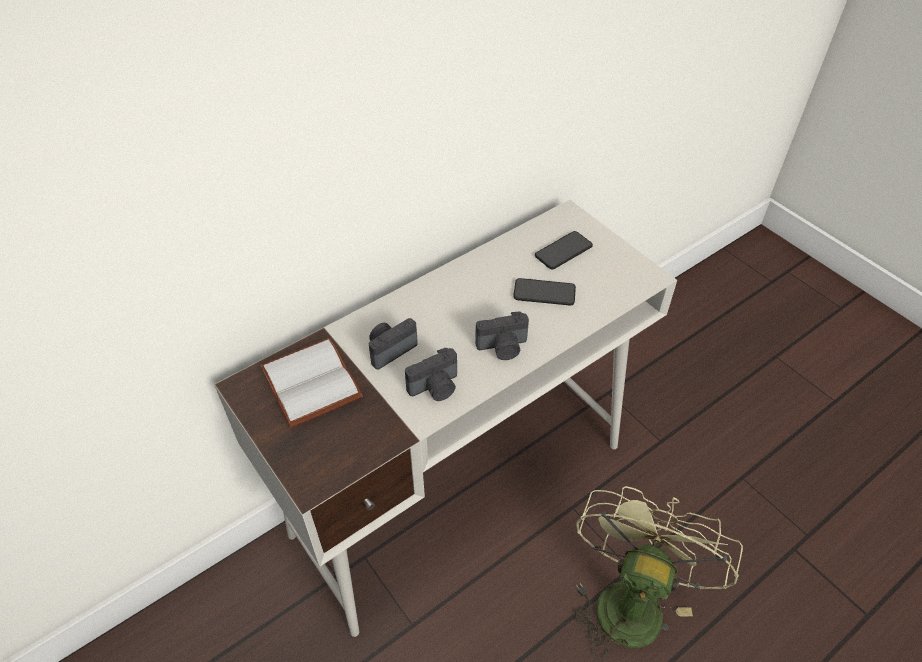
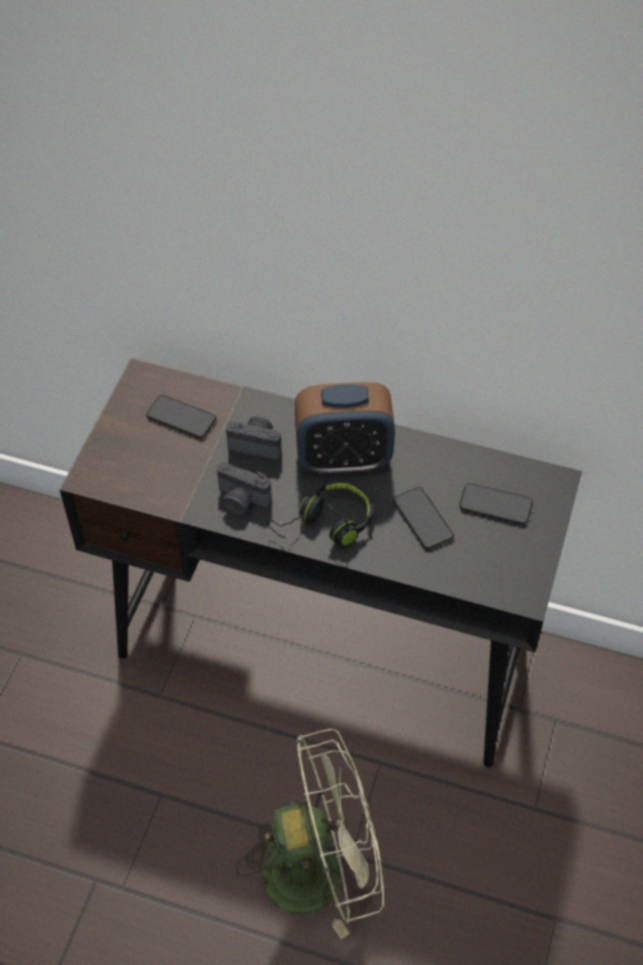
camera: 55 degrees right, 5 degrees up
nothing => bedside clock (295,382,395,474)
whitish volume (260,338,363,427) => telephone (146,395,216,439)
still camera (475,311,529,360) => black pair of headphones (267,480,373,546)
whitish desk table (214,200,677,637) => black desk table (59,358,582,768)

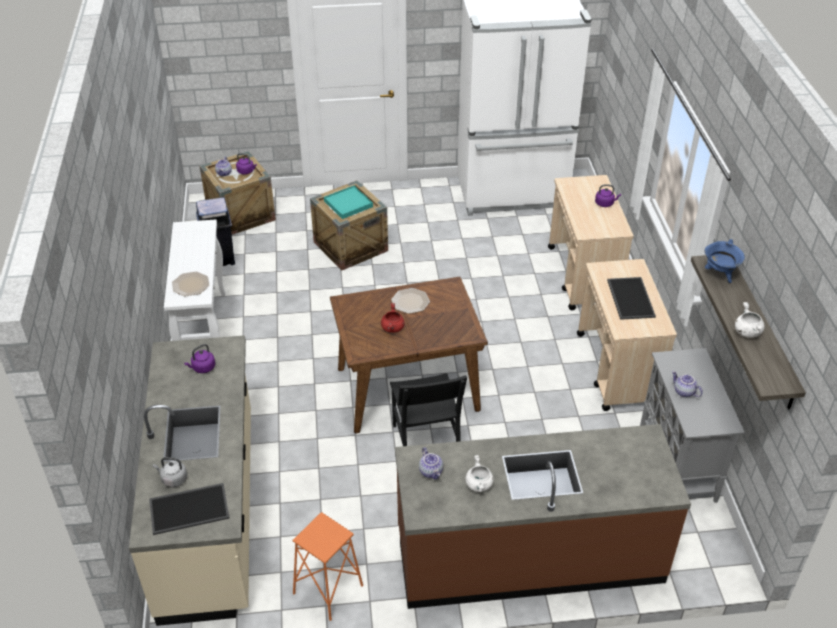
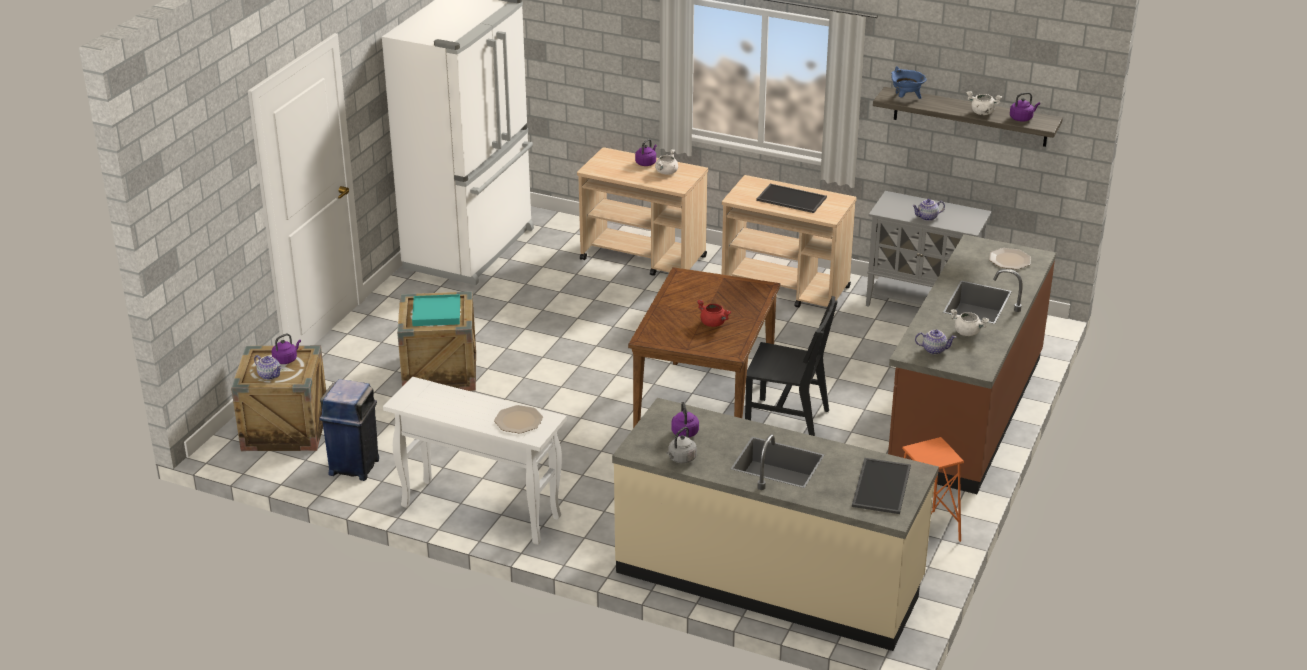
camera: 60 degrees left, 10 degrees down
nothing => whitish cooking pot (655,149,678,175)
nothing => purplish water kettle (1010,92,1040,122)
gray water kettle (153,457,187,487) => gray water kettle (666,427,697,464), moved
plate (391,288,430,314) => plate (989,248,1031,269), moved

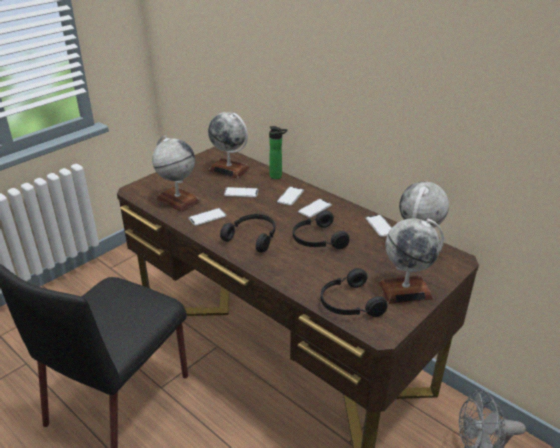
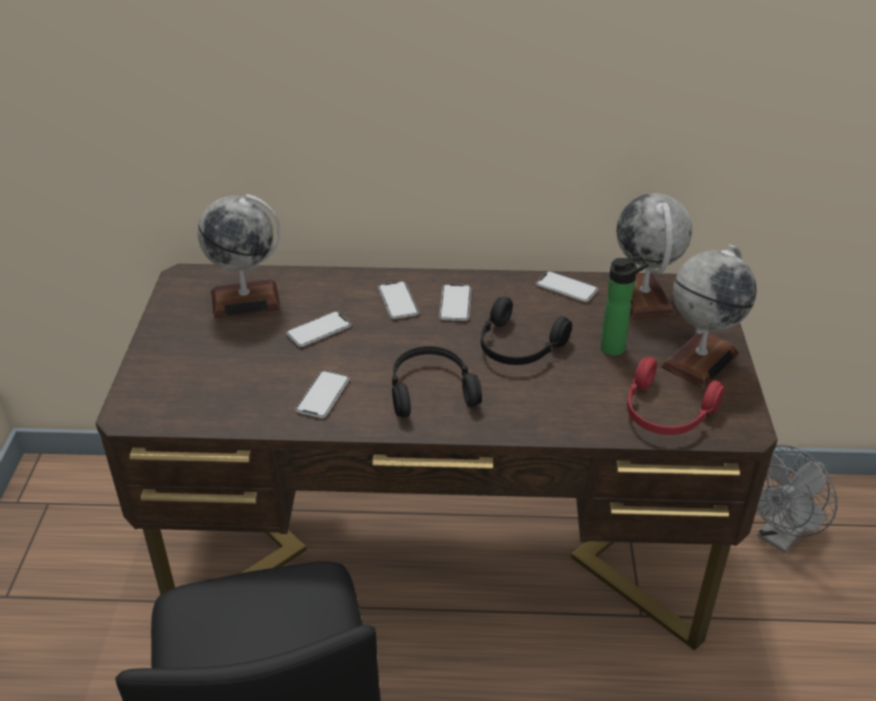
camera: 40 degrees left, 5 degrees up
world globe (152,136,200,212) => nothing
bottle (269,126,288,179) => bottle (601,255,648,356), moved
black pair of headphones (321,268,387,317) => red pair of headphones (627,357,725,435)

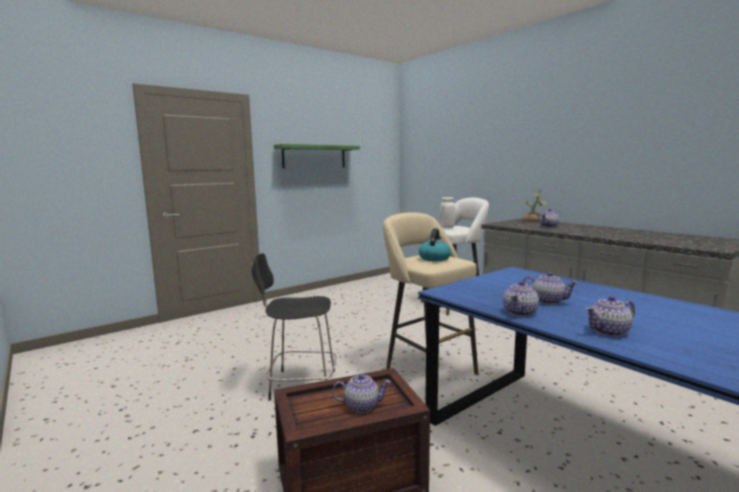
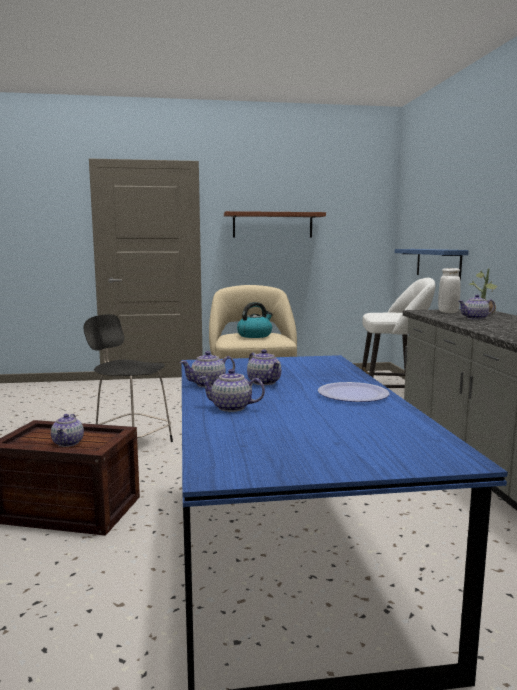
camera: 30 degrees right, 0 degrees up
nothing => plate (318,382,390,402)
nothing => bluish wall shelf (395,249,469,281)
whitish flower vase (439,197,455,228) => whitish flower vase (438,268,461,313), moved
green-coloured wall shelf (274,144,360,168) => brown wall shelf (224,211,326,238)
pot for tea (332,374,391,413) => pot for tea (51,414,84,447), 60 degrees clockwise

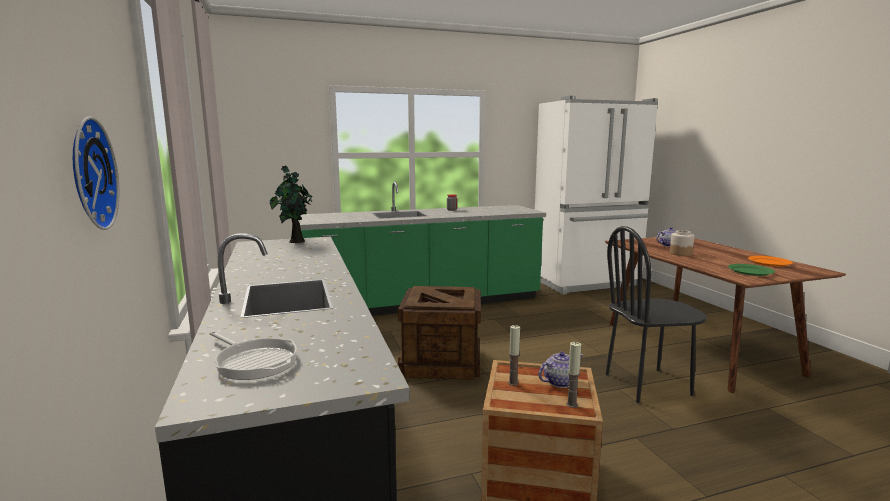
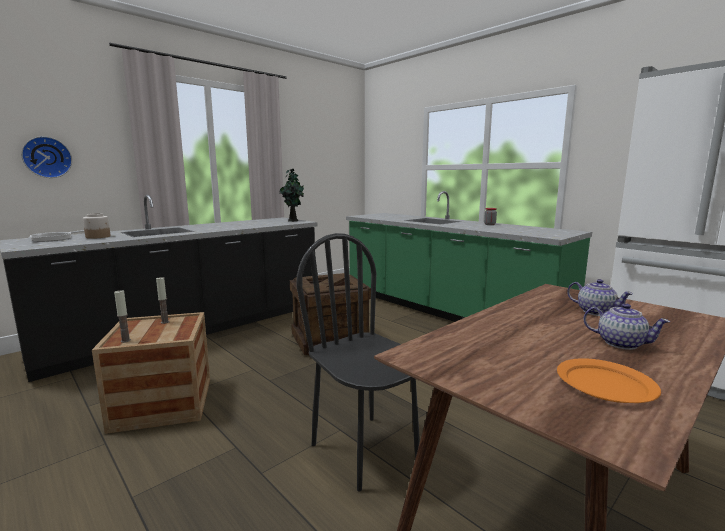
camera: 65 degrees right, 0 degrees up
green-coloured plate (728,264,775,276) => nothing
pot for tea (538,352,583,388) => pot for tea (583,303,670,350), moved
preserve jar (670,230,694,256) => preserve jar (83,213,111,239), moved

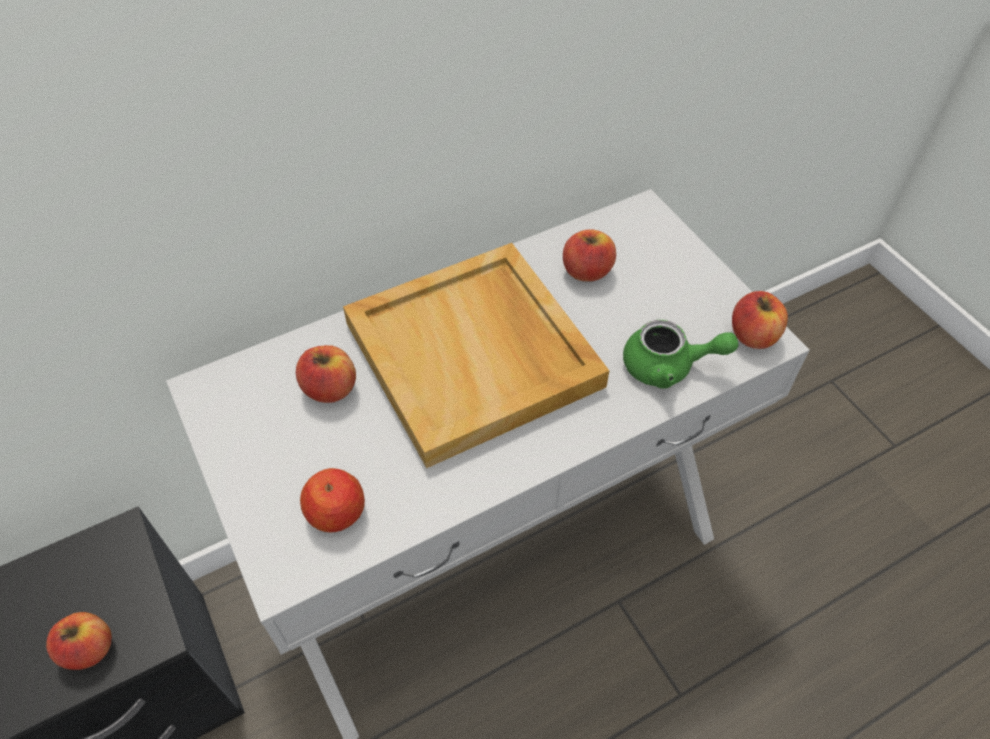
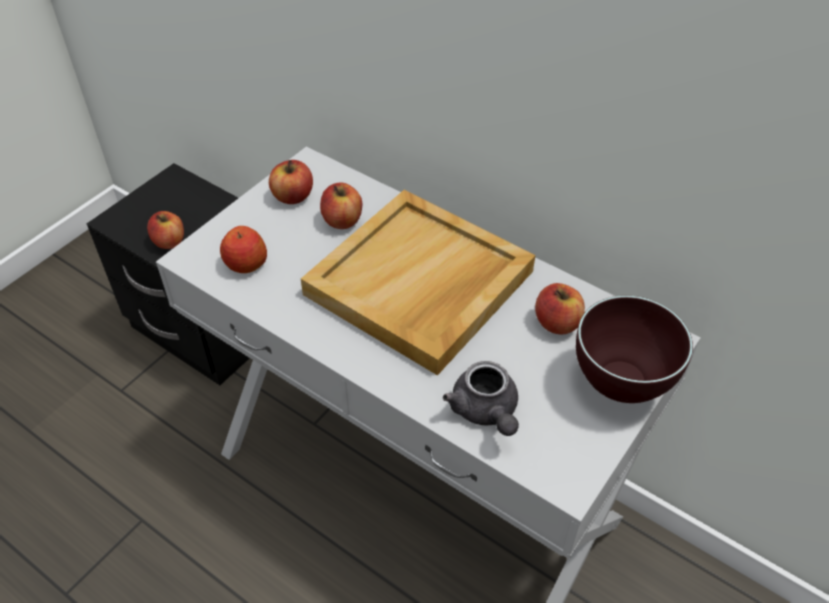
camera: 65 degrees right, 5 degrees down
nothing => brown serving bowl (576,296,693,403)
apple (732,291,788,349) => apple (269,160,313,204), moved
green-coloured pot for tea (623,320,739,388) => gray pot for tea (443,361,519,436)

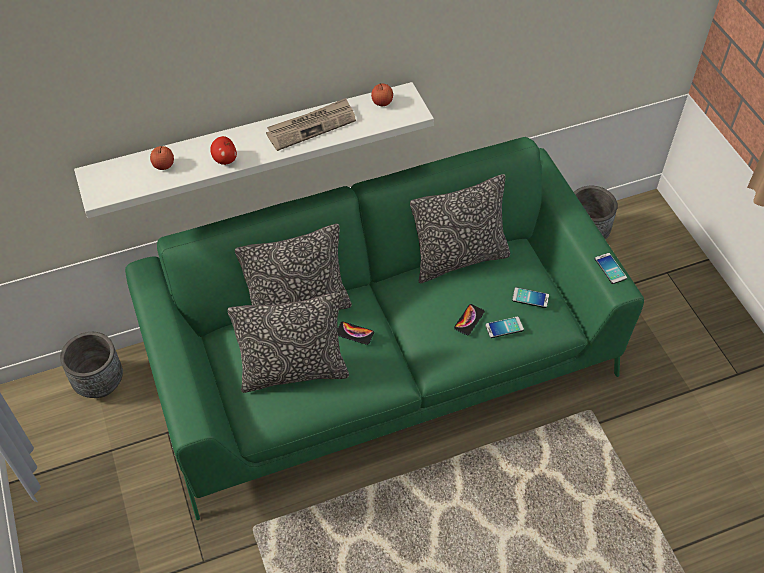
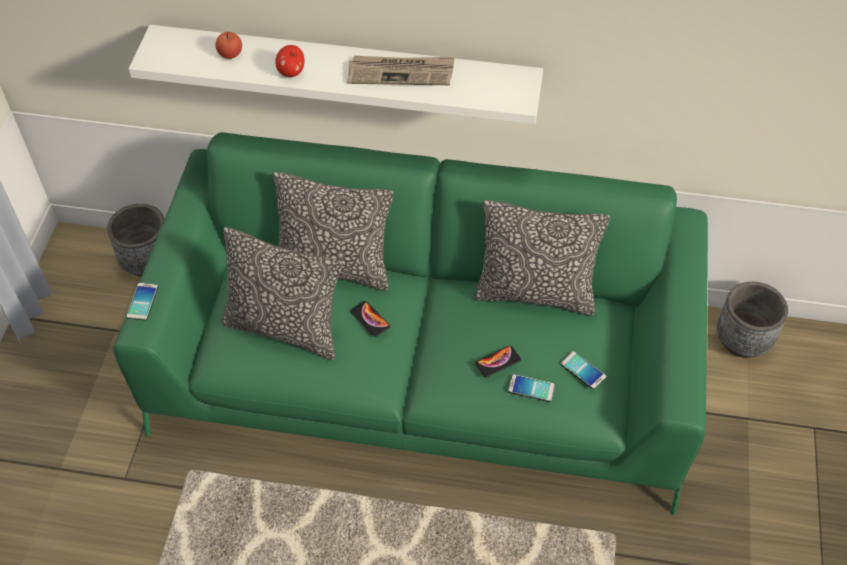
camera: 30 degrees right, 0 degrees up
apple (371,84,393,106) => nothing
telephone (595,253,627,284) => telephone (126,283,158,320), moved

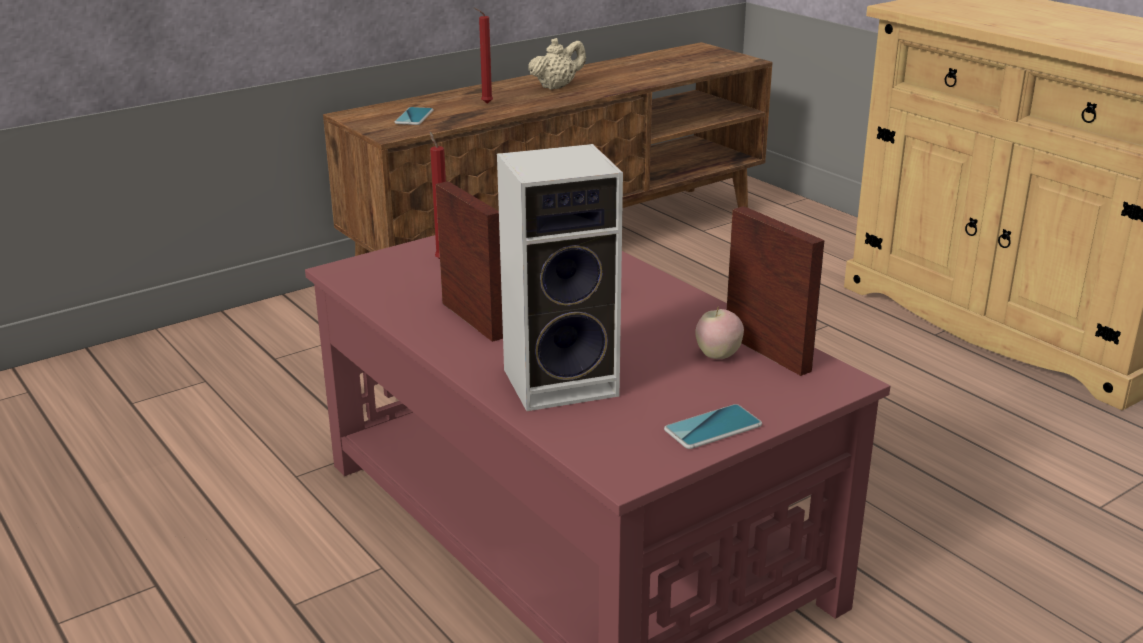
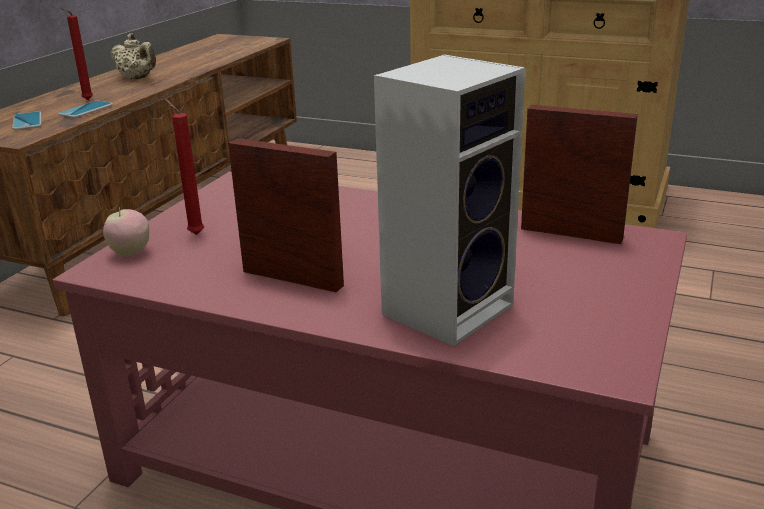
camera: 30 degrees left, 0 degrees up
telephone (664,404,762,449) => telephone (58,101,113,118), moved
apple (695,308,744,359) => apple (103,206,149,256), moved
beige-coloured pot for tea (528,38,586,90) => beige-coloured pot for tea (110,33,156,79), 105 degrees clockwise

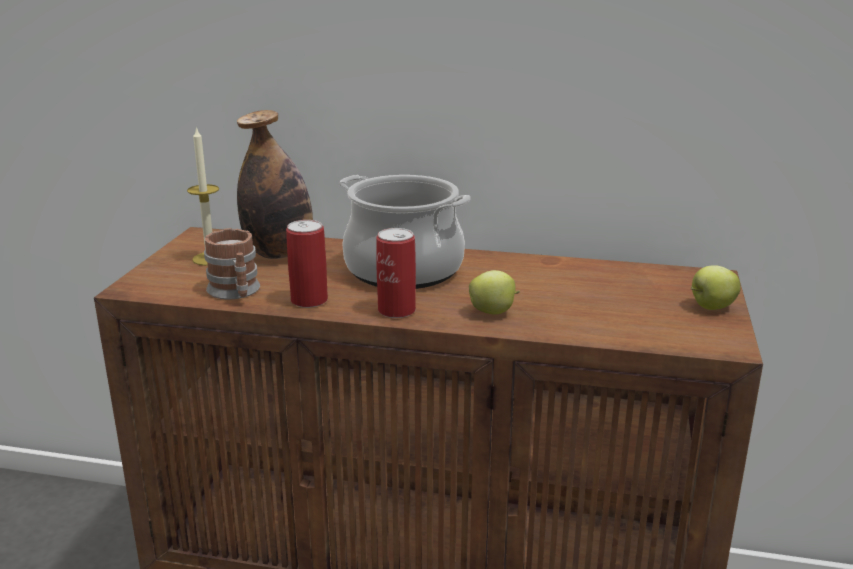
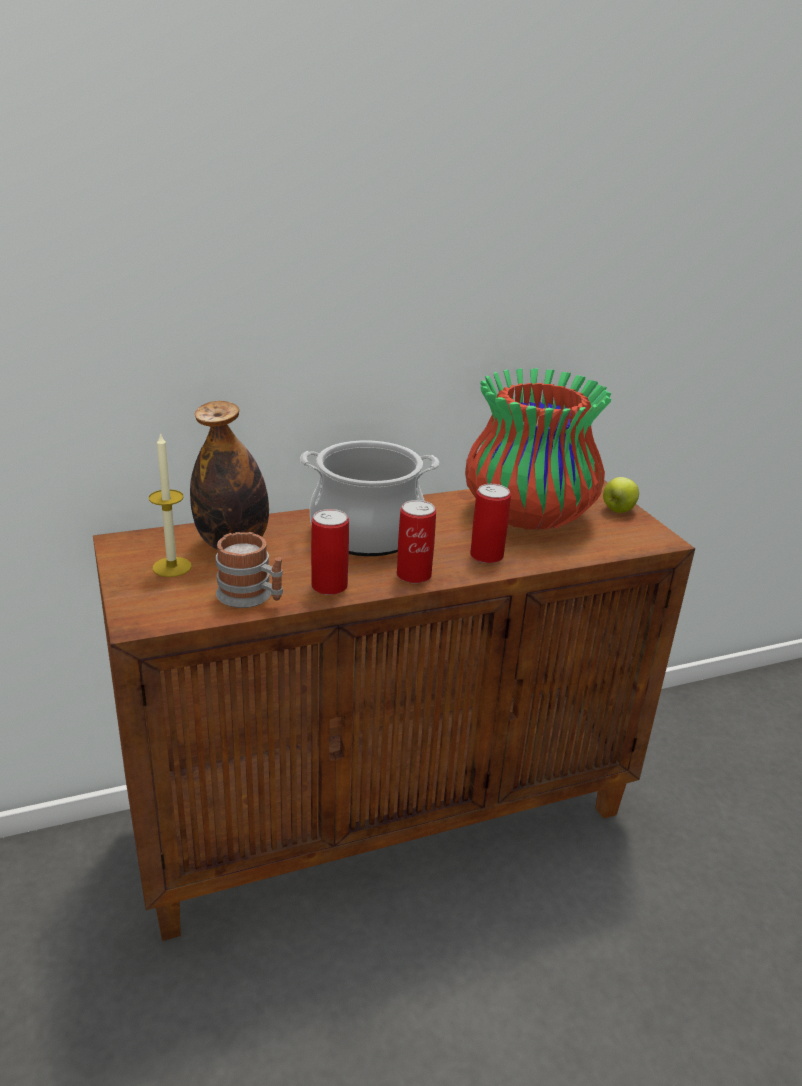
camera: 35 degrees left, 5 degrees up
nothing => flower vase (465,368,611,531)
apple (469,270,520,314) => metal can (470,484,511,563)

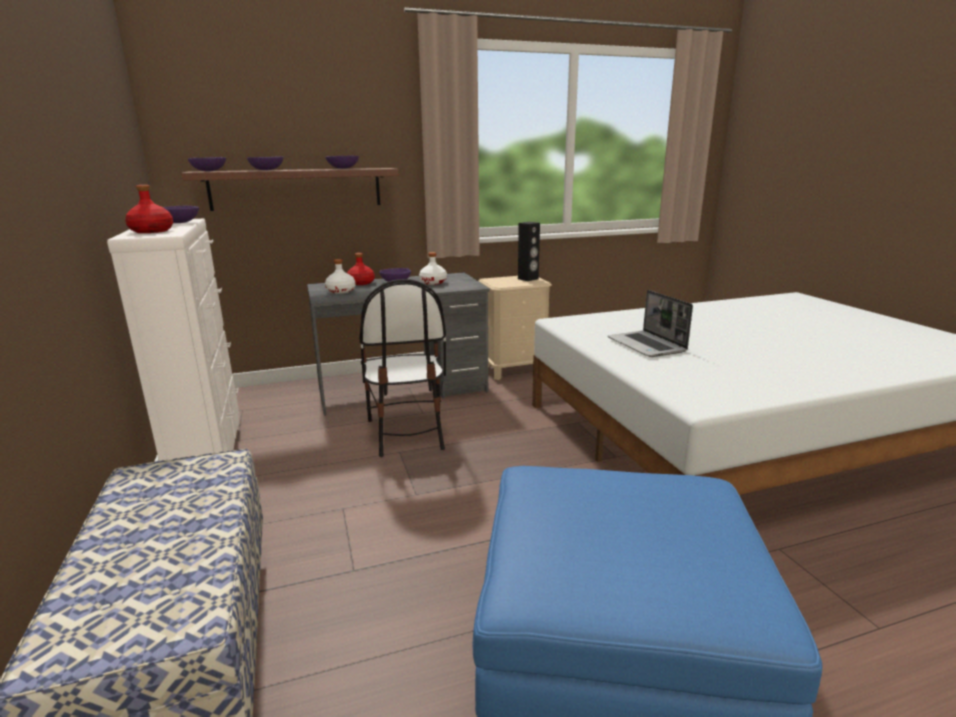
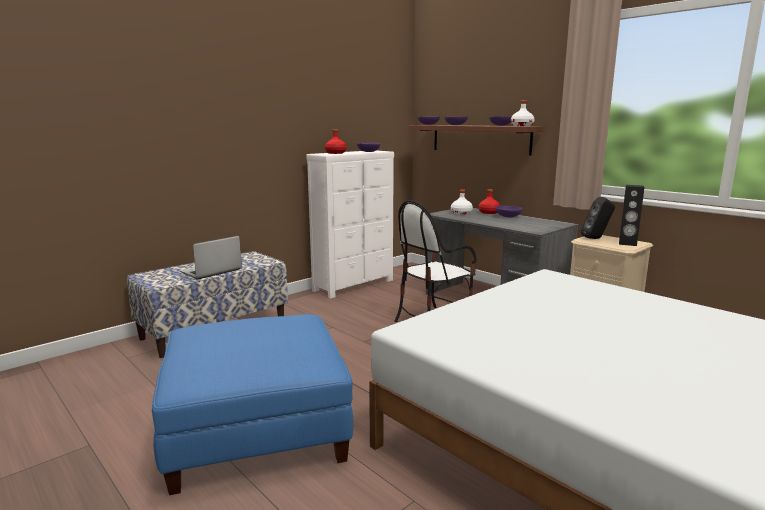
camera: 65 degrees right, 5 degrees down
nothing => black audio speaker (581,197,615,239)
whitish bottle (419,252,447,285) => whitish bottle (511,100,534,126), moved
notebook computer (608,290,693,357) => notebook computer (180,236,242,279), moved

